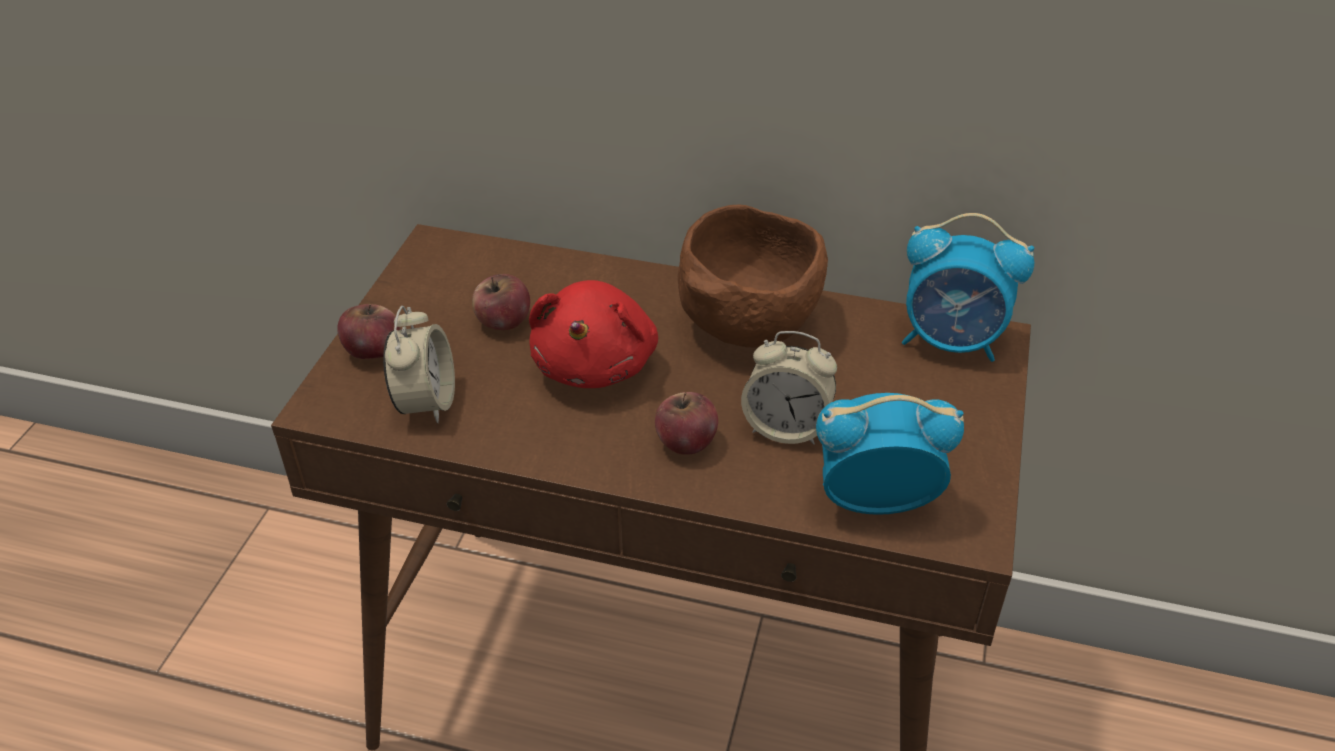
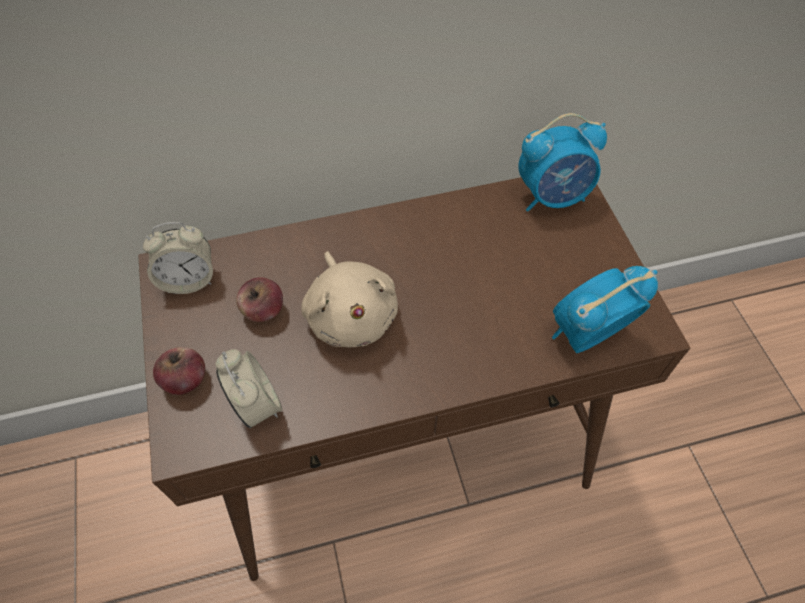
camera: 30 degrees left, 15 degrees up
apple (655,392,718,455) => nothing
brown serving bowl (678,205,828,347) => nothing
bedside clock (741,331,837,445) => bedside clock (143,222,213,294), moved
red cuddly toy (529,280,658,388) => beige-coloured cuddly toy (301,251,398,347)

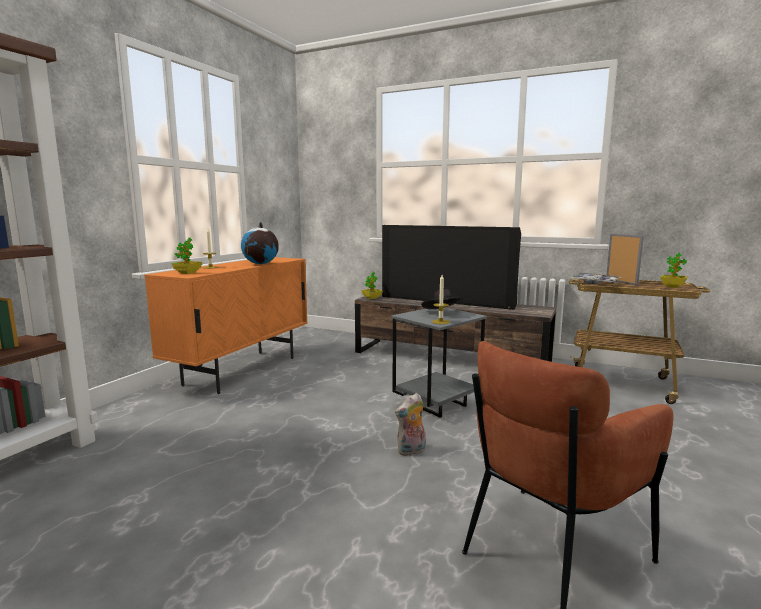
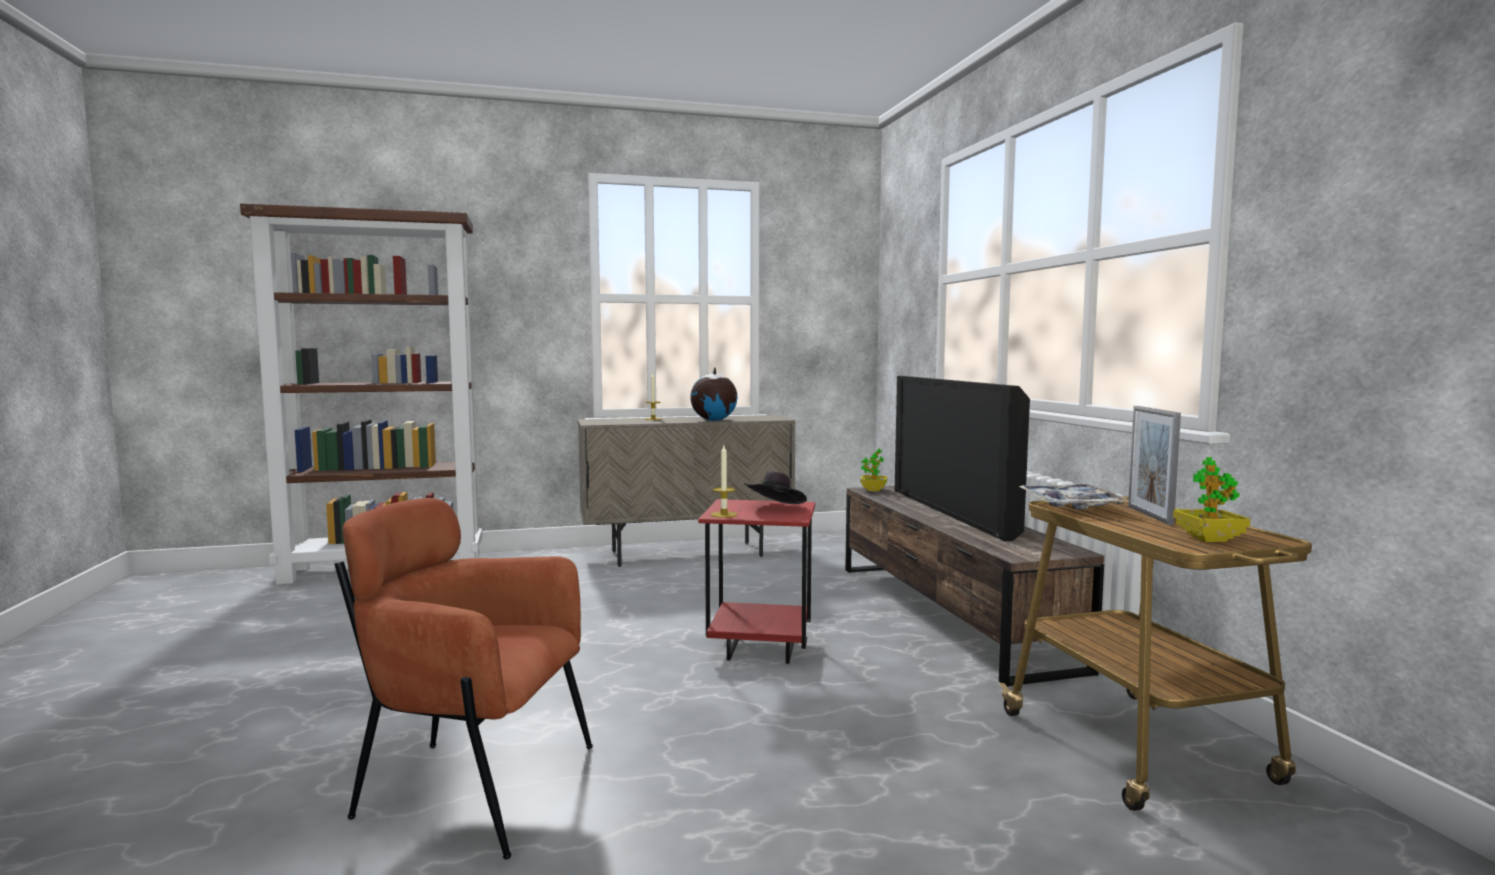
camera: 50 degrees right, 5 degrees down
houseplant (172,238,202,274) => nothing
cuddly toy (395,393,426,456) => nothing
orange-coloured cabinet (144,257,307,394) => beige-coloured cabinet (578,415,796,567)
gray side table (391,308,487,418) => red side table (698,499,815,664)
photo frame (607,234,644,286) => photo frame (1128,406,1181,525), 150 degrees clockwise

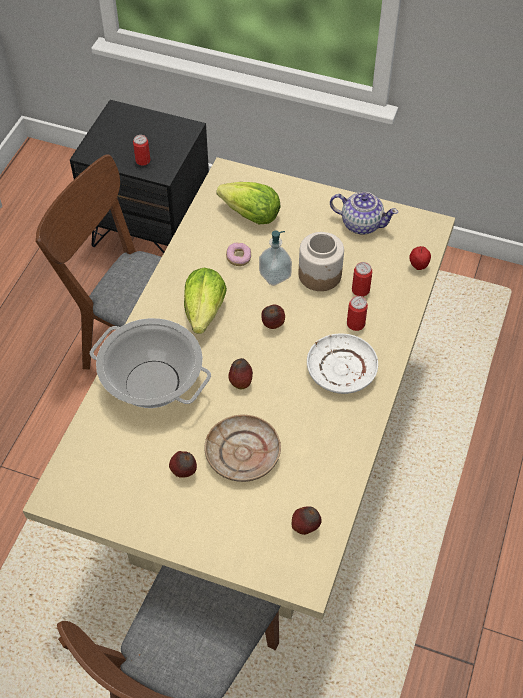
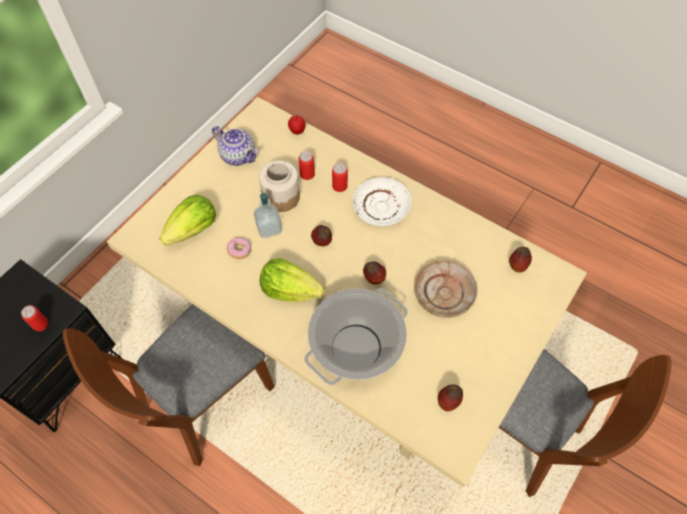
camera: 75 degrees left, 5 degrees up
apple (169,451,197,477) => apple (438,384,463,411), moved
pot for tea (330,192,398,234) => pot for tea (212,126,259,166), 90 degrees clockwise

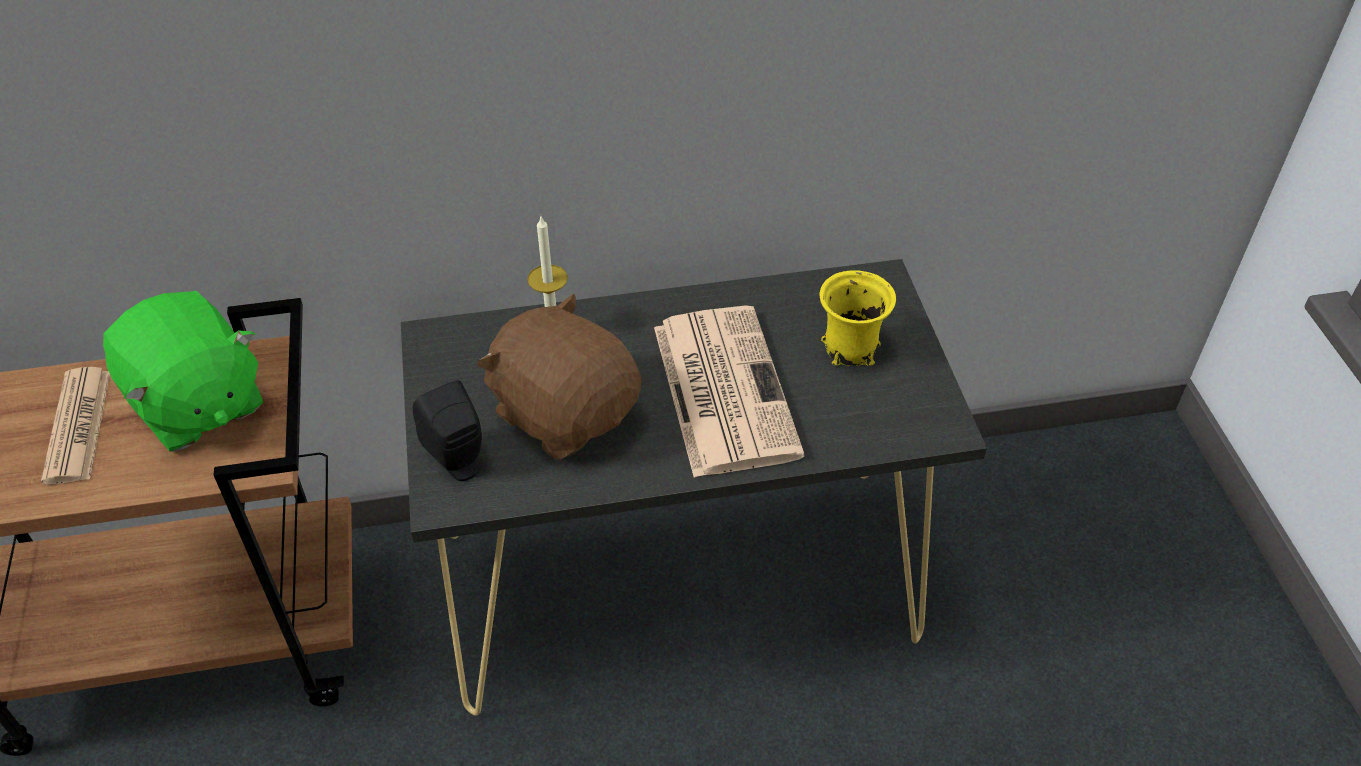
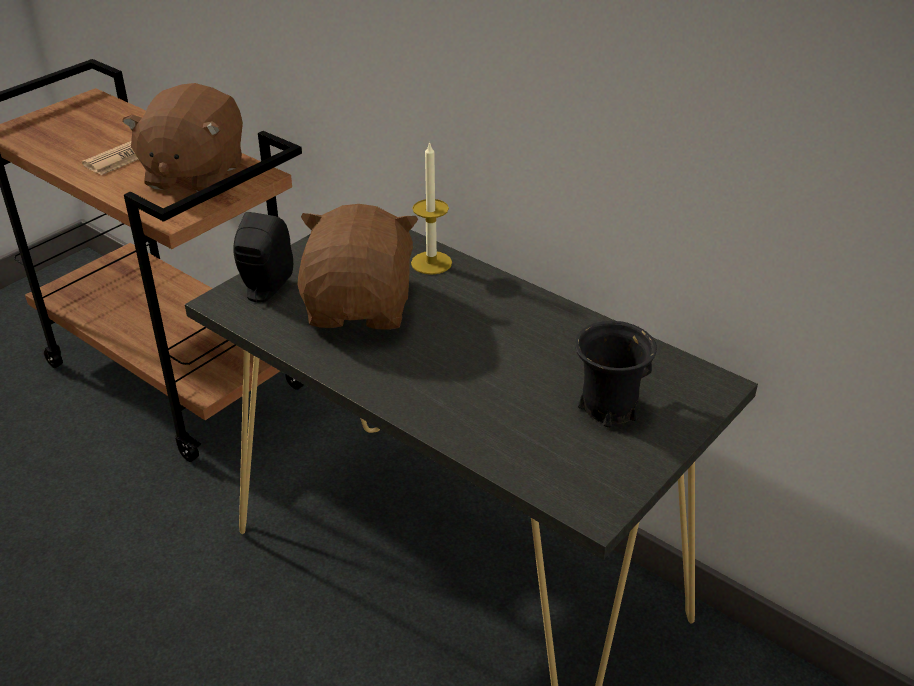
camera: 50 degrees right, 10 degrees down
daily paper (654,306,805,478) => nothing
green-coloured cuddly toy (103,291,263,452) => brown cuddly toy (122,83,243,192)
yellow tea mug (819,271,896,366) => black tea mug (575,321,657,428)

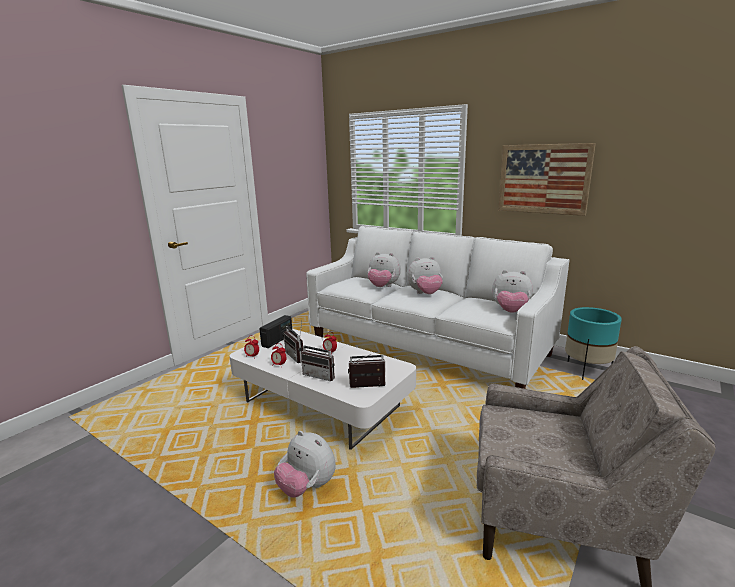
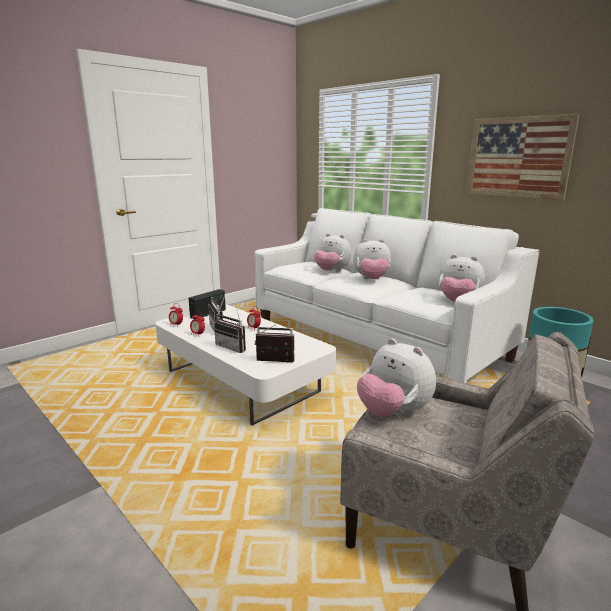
camera: 10 degrees right, 0 degrees up
cuddly toy (274,431,336,498) => cuddly toy (357,338,436,417), moved

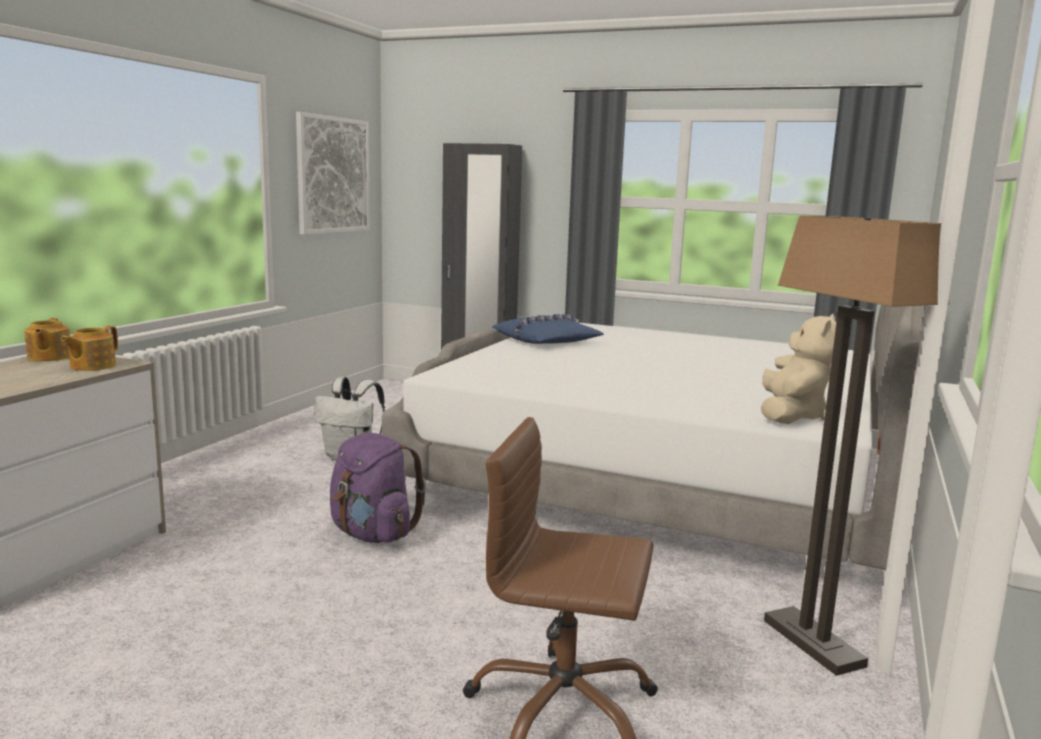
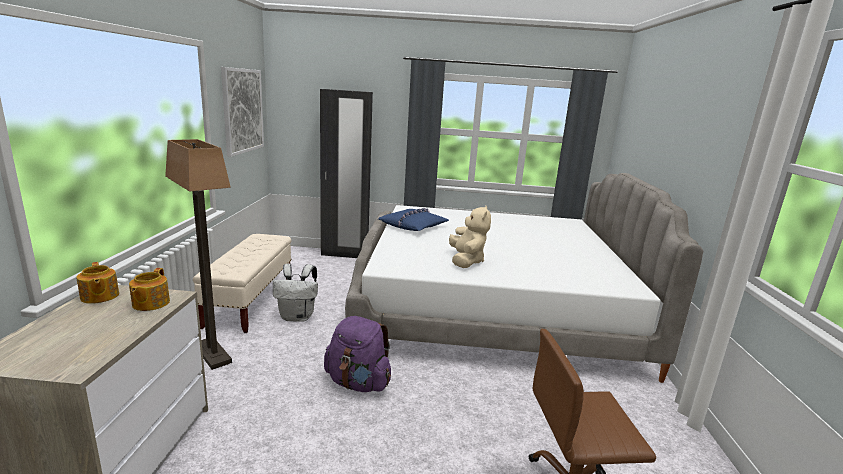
camera: 20 degrees left, 5 degrees up
nothing => beige-coloured long seat (193,234,291,333)
beige-coloured cuddly toy (761,314,836,424) => beige-coloured cuddly toy (449,206,491,268), moved
standard lamp (764,216,950,676) => standard lamp (165,139,232,370), moved

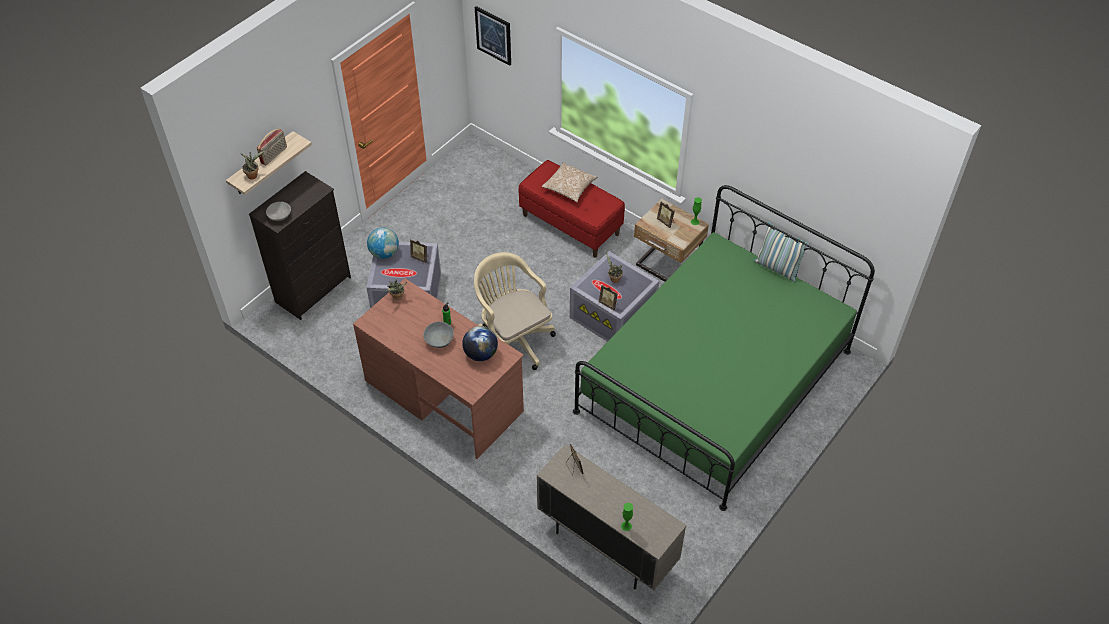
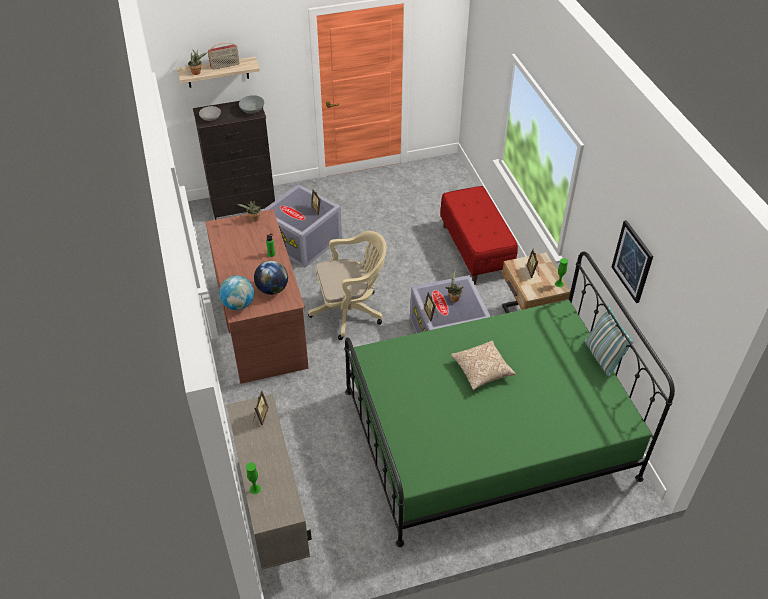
camera: 35 degrees right, 5 degrees down
world globe (367,227,399,259) => world globe (219,276,254,310), moved
gray serving bowl (423,322,454,348) => gray serving bowl (239,95,264,114), moved
wall art (475,6,511,66) => wall art (612,220,653,303), moved
cushion (542,162,597,202) => cushion (451,340,516,390), moved
beige-coloured office chair (474,252,556,370) => beige-coloured office chair (308,231,386,340), 75 degrees clockwise

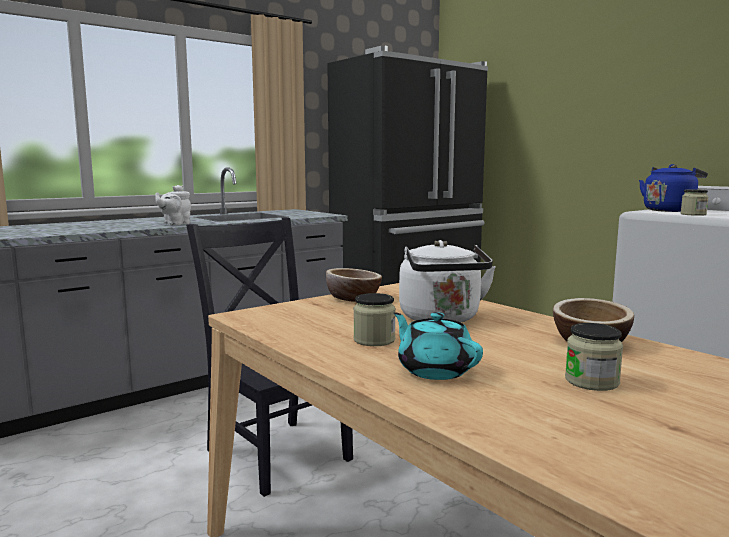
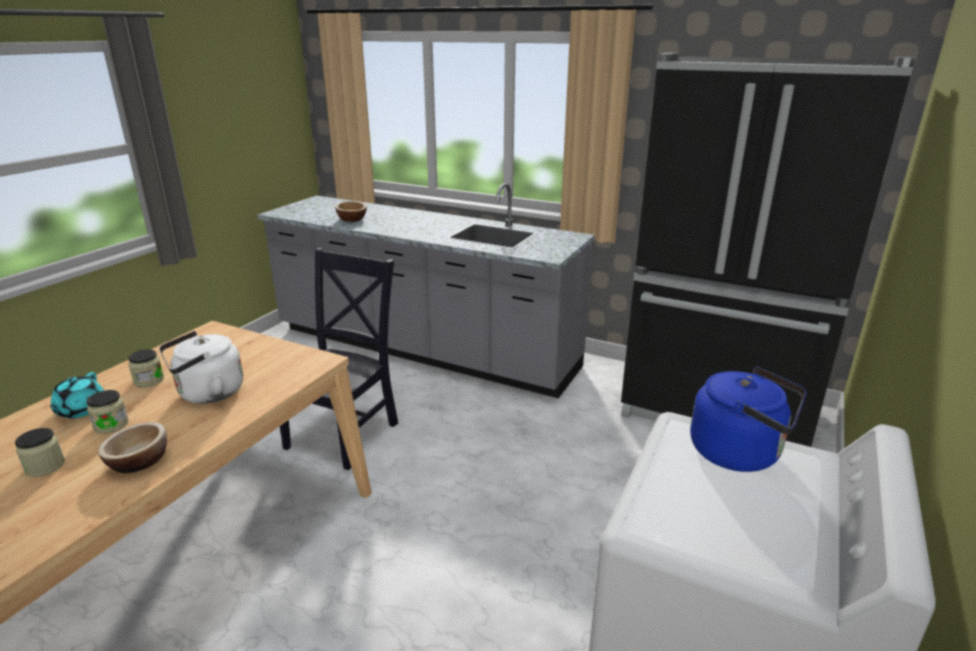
camera: 65 degrees right, 15 degrees up
whitish pot for tea (155,185,191,225) => nothing
serving bowl (326,268,382,302) => serving bowl (335,201,367,222), moved
preserve jar (681,189,709,216) => preserve jar (86,390,129,434), moved
turquoise pot for tea (393,312,483,380) => turquoise pot for tea (50,372,104,418), 150 degrees clockwise

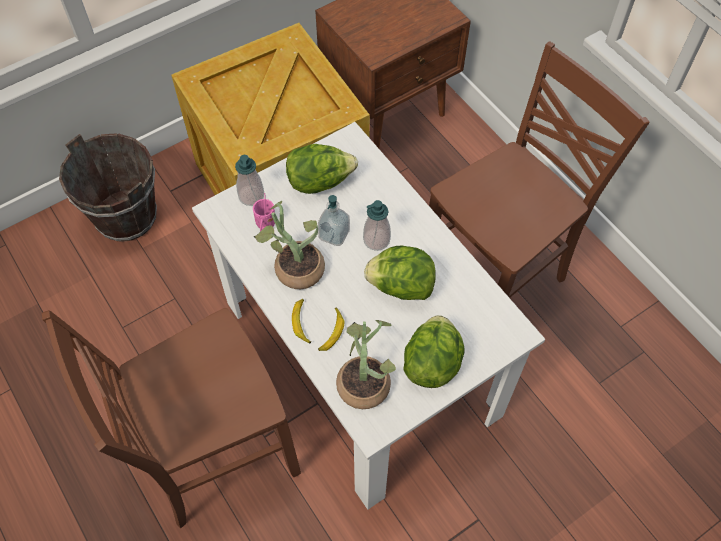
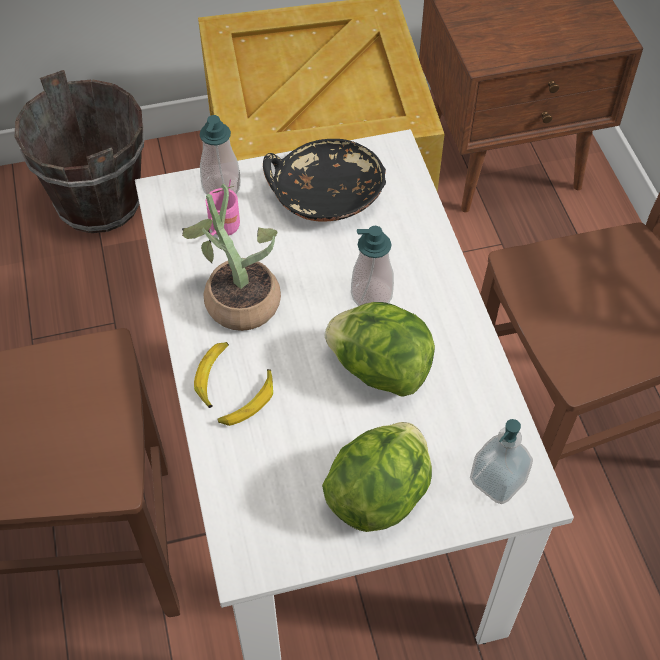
camera: 20 degrees right, 5 degrees down
houseplant (336,320,396,409) => nothing
liquid soap bottle (318,195,350,246) => liquid soap bottle (470,419,533,504), moved
lettuce head (286,144,358,194) => black serving bowl (263,139,386,222)

